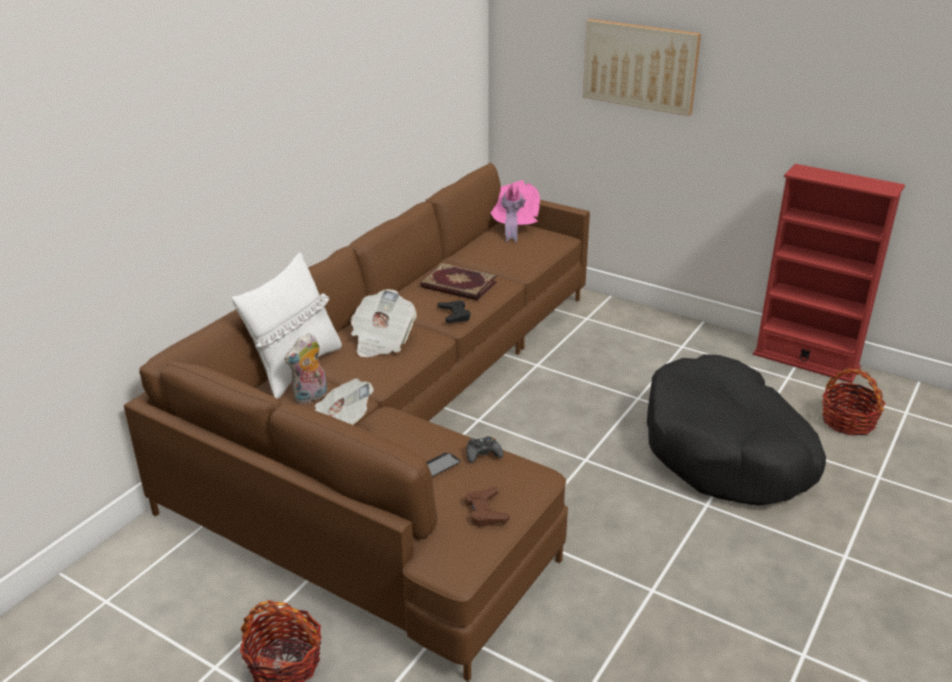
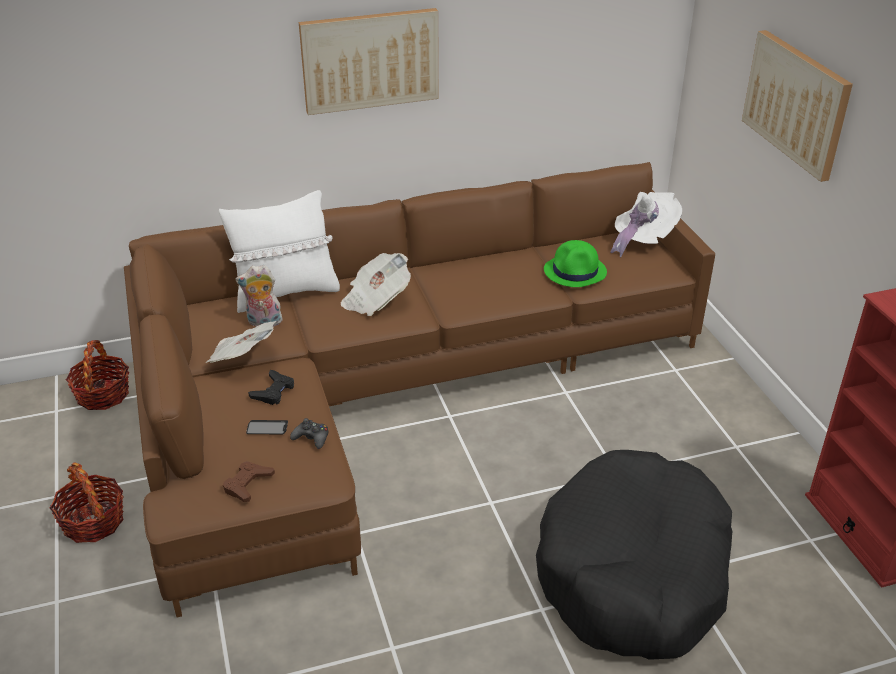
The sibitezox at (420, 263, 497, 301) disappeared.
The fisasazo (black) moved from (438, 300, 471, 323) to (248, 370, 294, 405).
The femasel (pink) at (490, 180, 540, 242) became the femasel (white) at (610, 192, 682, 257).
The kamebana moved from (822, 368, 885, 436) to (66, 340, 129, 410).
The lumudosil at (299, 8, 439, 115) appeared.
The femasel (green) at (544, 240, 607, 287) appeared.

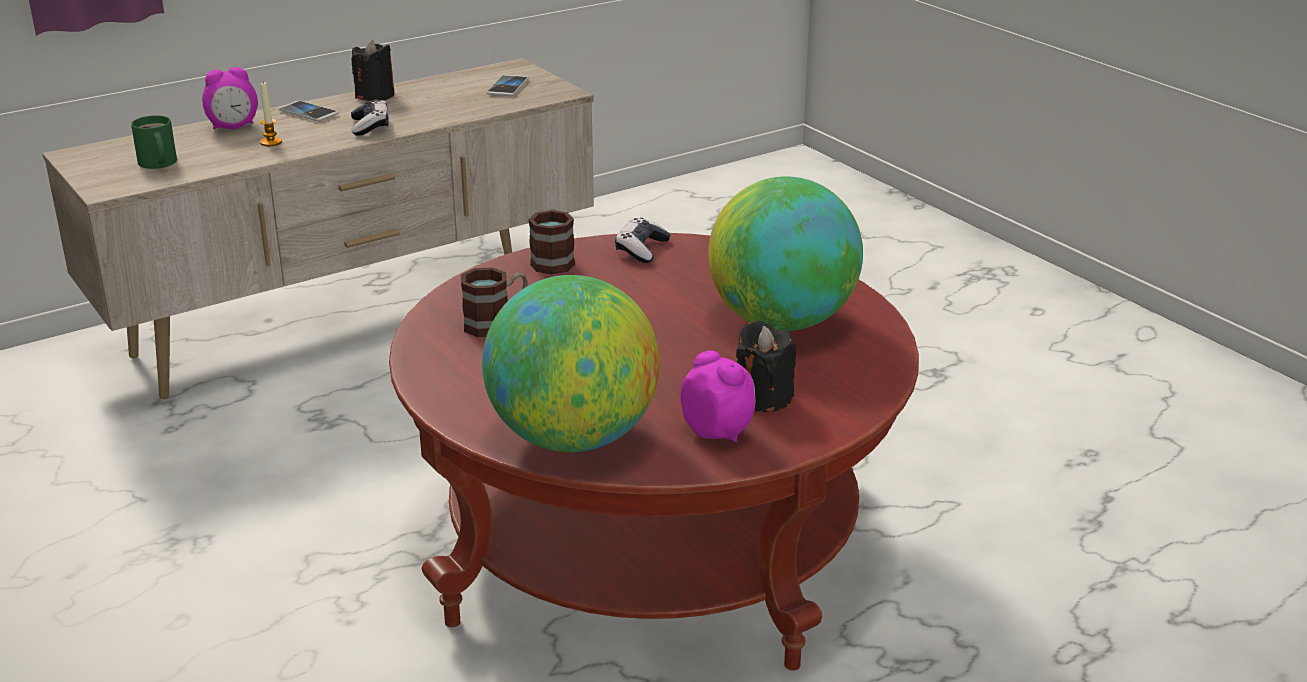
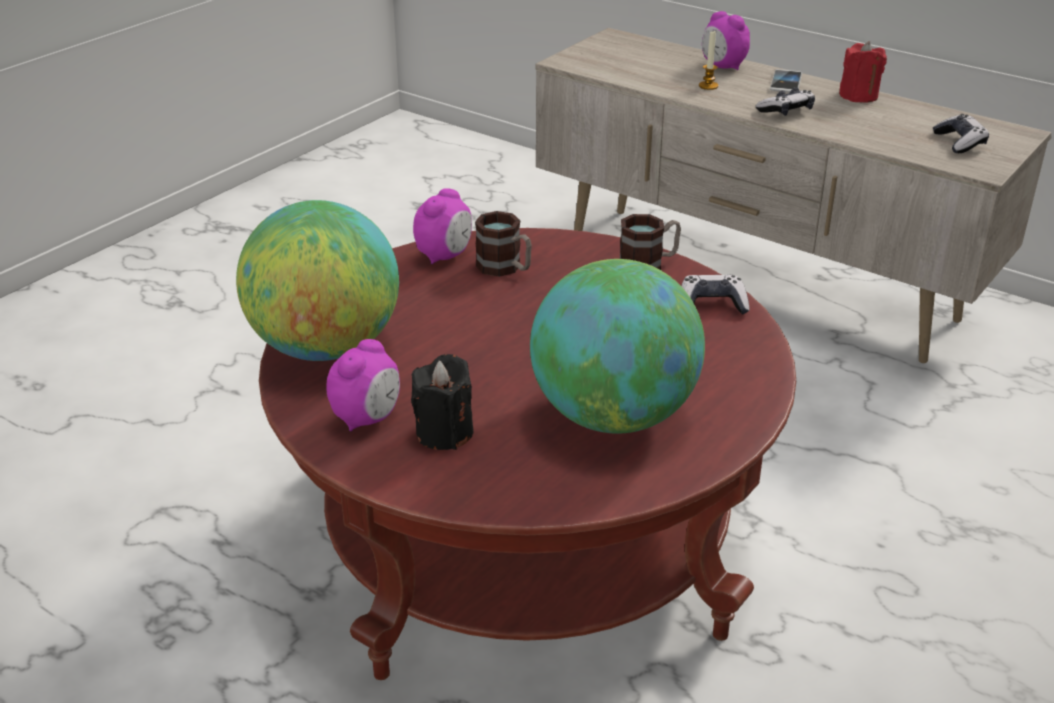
The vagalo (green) at (131, 115, 177, 169) disappeared.
The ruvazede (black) at (352, 39, 395, 101) became the ruvazede (red) at (839, 41, 887, 103).
The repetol at (487, 75, 529, 96) was replaced by the fisasazo at (933, 114, 989, 153).
The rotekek at (413, 188, 472, 264) appeared.

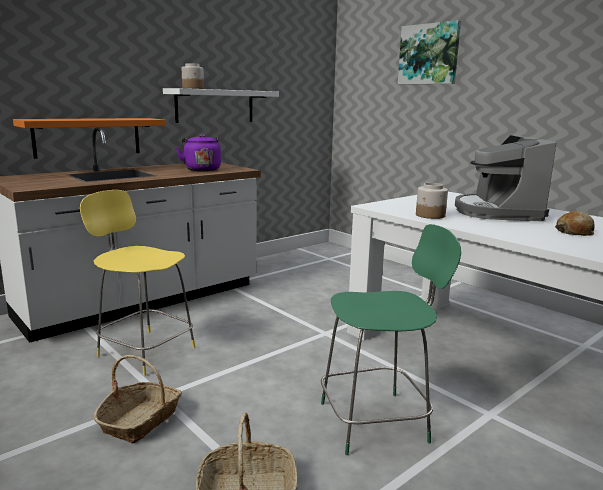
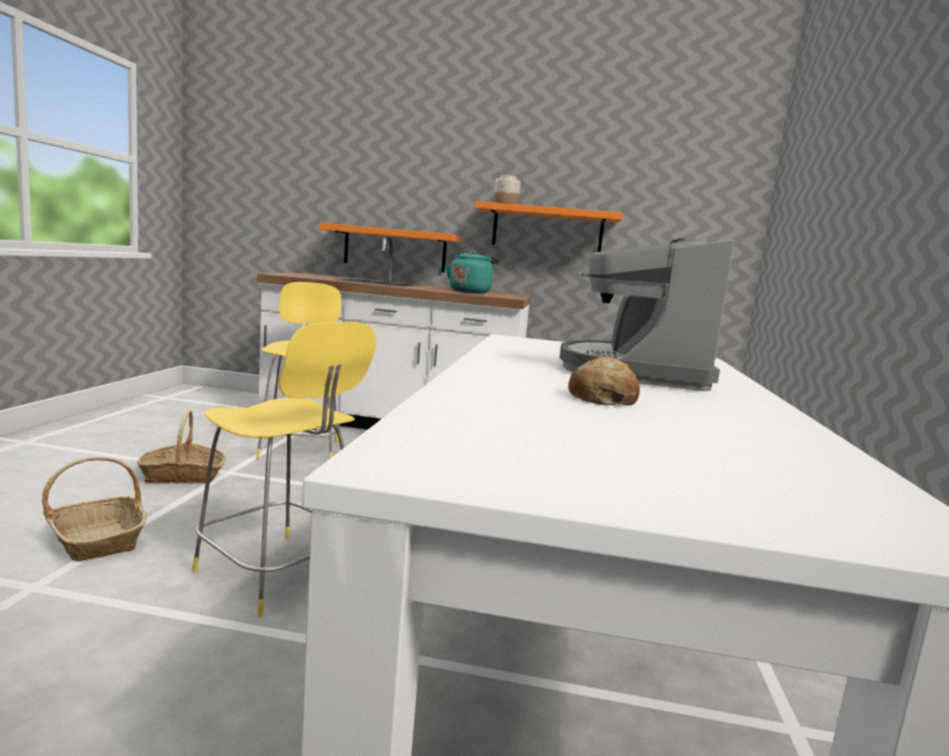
The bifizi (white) at (163, 88, 279, 123) became the bifizi (orange) at (475, 201, 623, 252).
The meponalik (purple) at (176, 134, 221, 171) became the meponalik (turquoise) at (445, 251, 500, 294).
The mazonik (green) at (321, 224, 461, 455) became the mazonik (yellow) at (192, 322, 376, 617).
The lumudosil at (398, 20, 461, 84) disappeared.
The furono at (416, 183, 448, 219) disappeared.
The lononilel at (455, 135, 556, 221) turned 45 degrees counterclockwise.

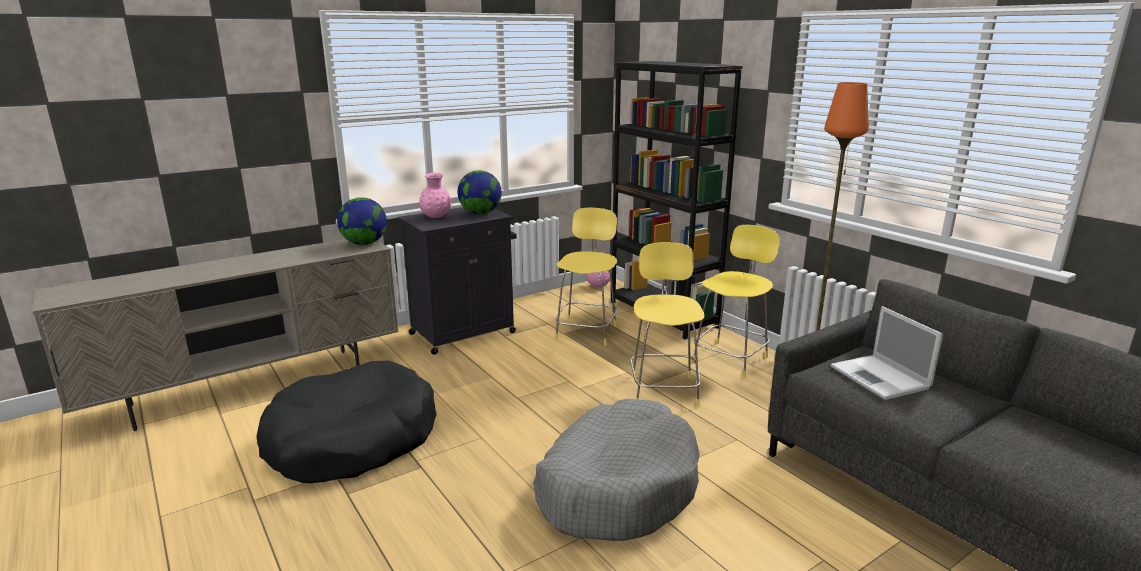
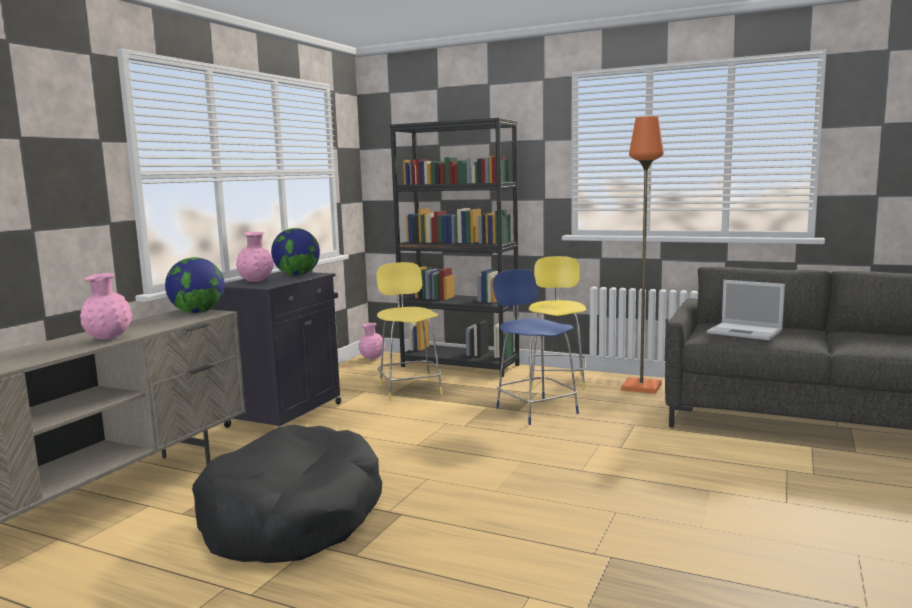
The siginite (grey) at (533, 399, 700, 541) disappeared.
The mazonik (yellow) at (630, 242, 705, 407) became the mazonik (blue) at (493, 269, 579, 425).
The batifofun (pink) at (80, 273, 133, 339) appeared.

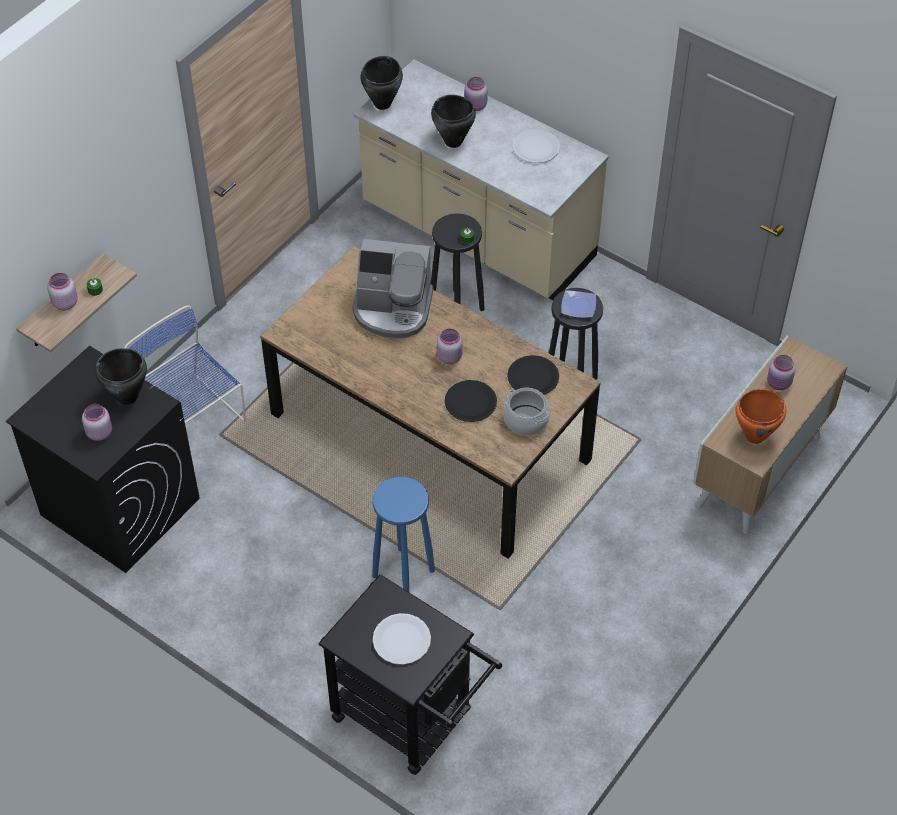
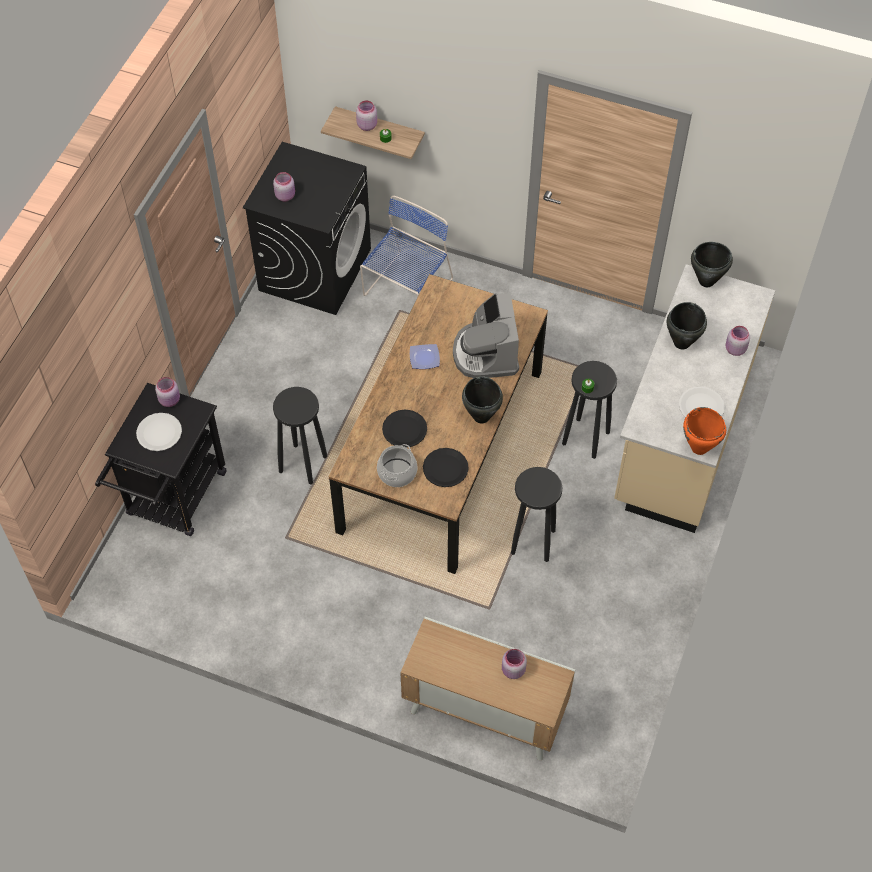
The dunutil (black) moved from (95, 348, 147, 405) to (462, 376, 503, 424).
The mazonik (blue) at (372, 477, 435, 592) became the mazonik (black) at (273, 387, 327, 484).
The furono (pink) moved from (437, 329, 463, 364) to (155, 377, 180, 407).
The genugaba moved from (561, 290, 596, 318) to (410, 344, 440, 369).
The dunutil (orange) moved from (736, 389, 786, 444) to (683, 407, 726, 455).

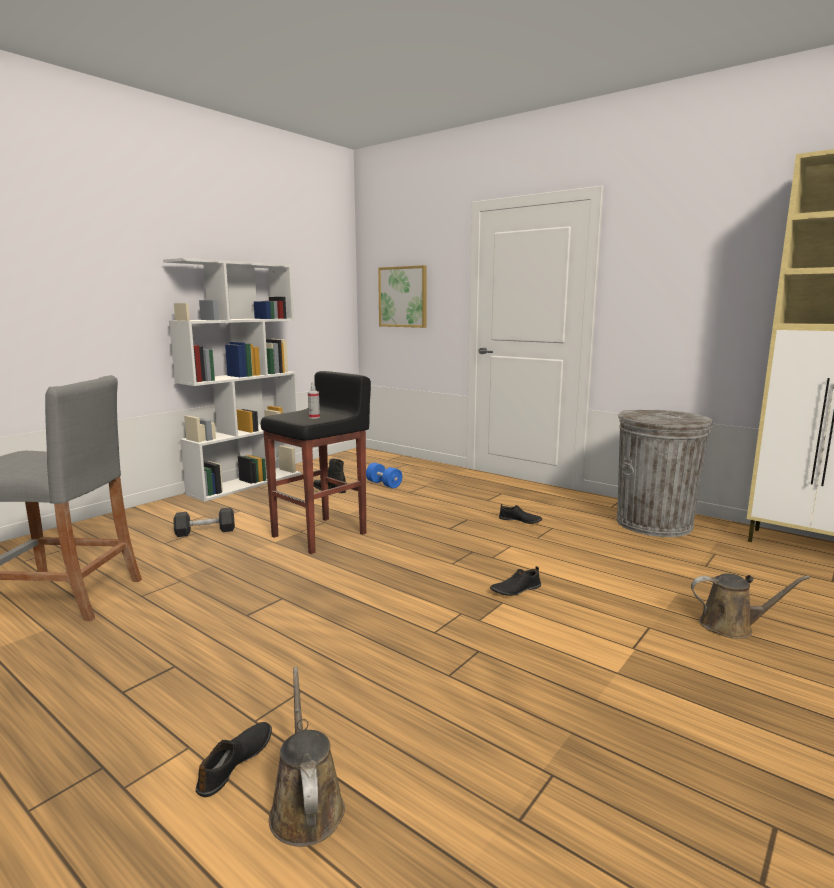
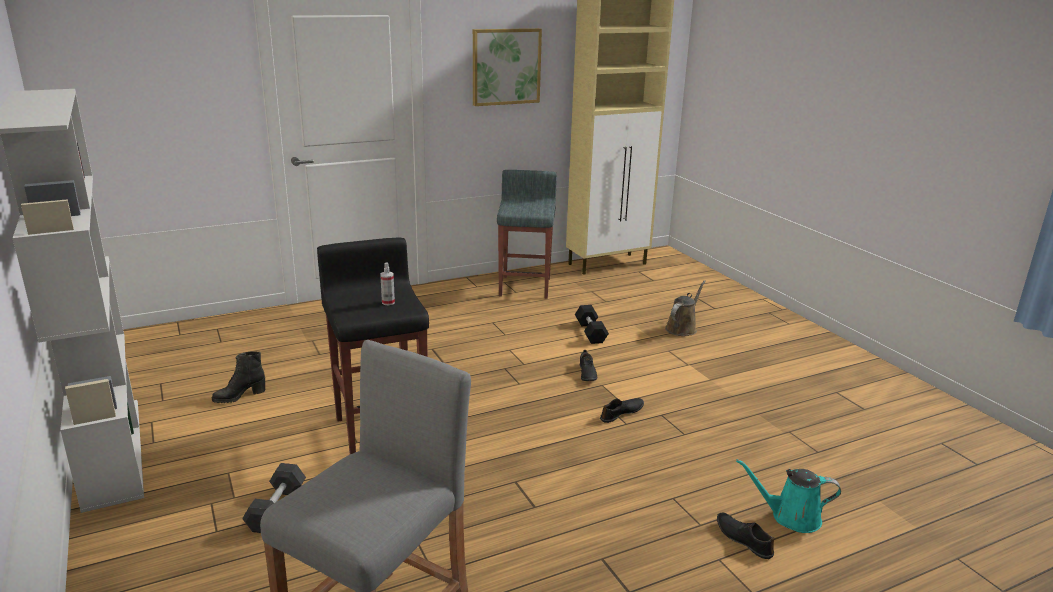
The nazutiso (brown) at (269, 667, 345, 847) became the nazutiso (turquoise) at (736, 459, 841, 533).
The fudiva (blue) at (366, 463, 402, 488) disappeared.
The lumudosil moved from (378, 265, 427, 328) to (473, 28, 542, 106).
The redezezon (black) moved from (499, 504, 542, 524) to (600, 398, 644, 423).
The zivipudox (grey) at (616, 410, 712, 537) was replaced by the mazonik (grey) at (497, 170, 557, 299).
The fudiva (black) at (575, 305, 609, 344) appeared.

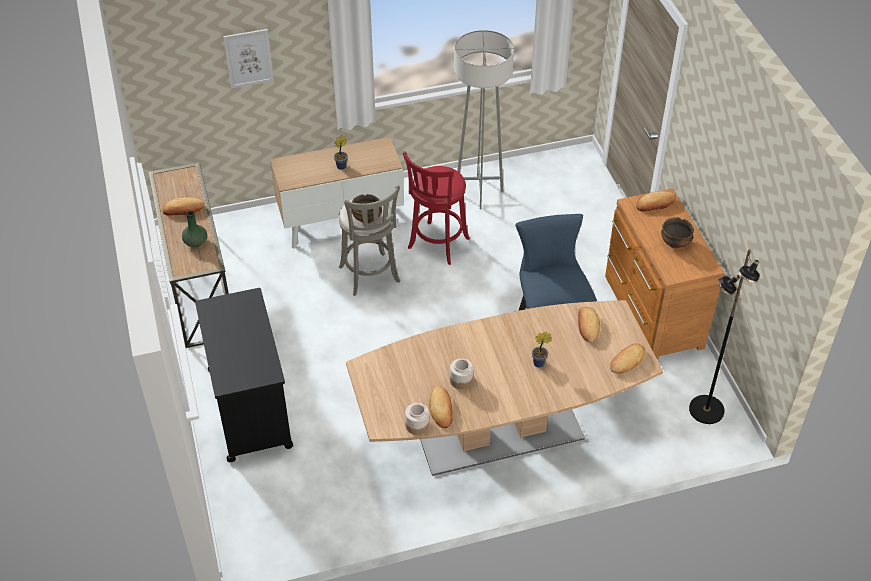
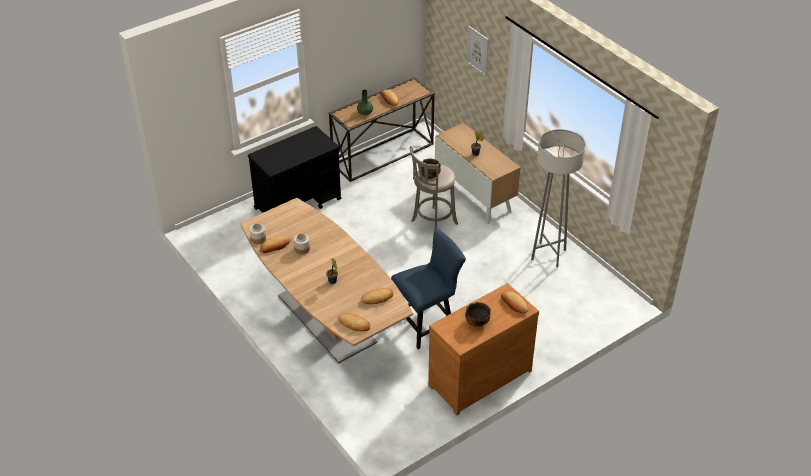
The mazonik (red) at (403, 151, 470, 265) disappeared.
The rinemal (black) at (689, 249, 759, 424) disappeared.

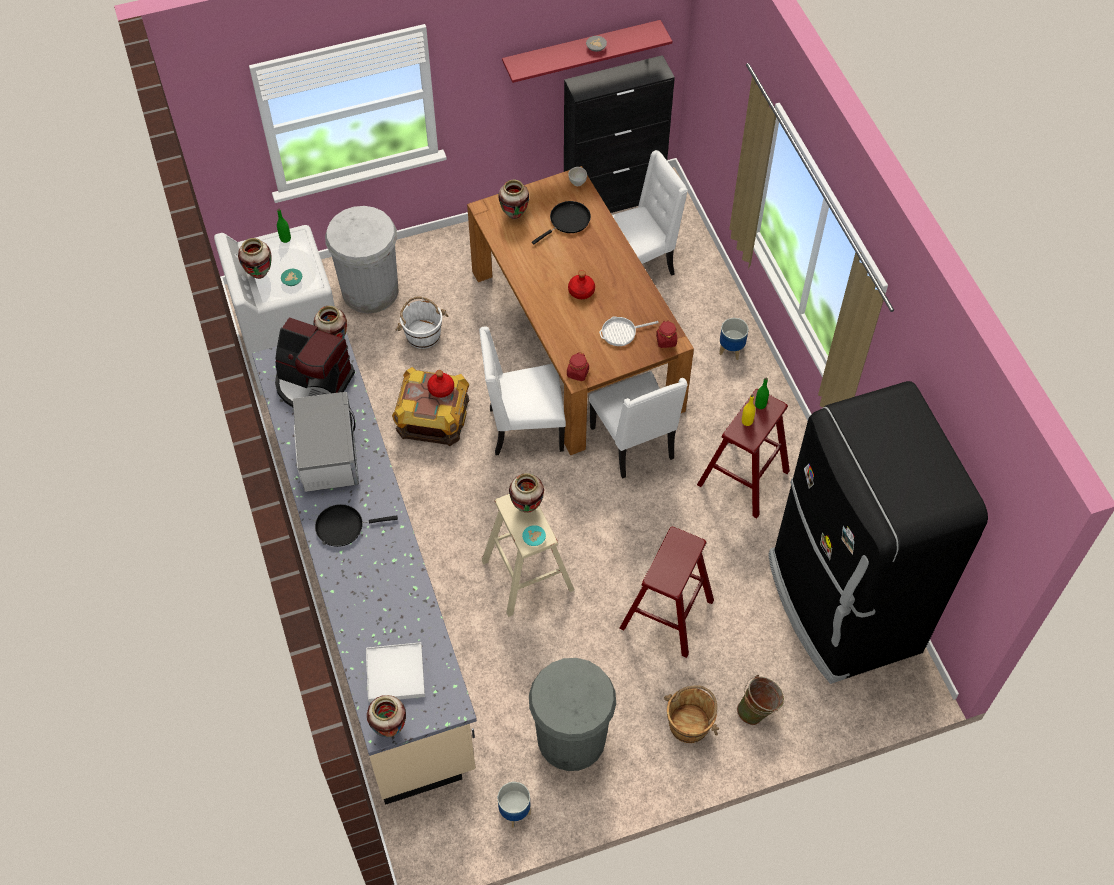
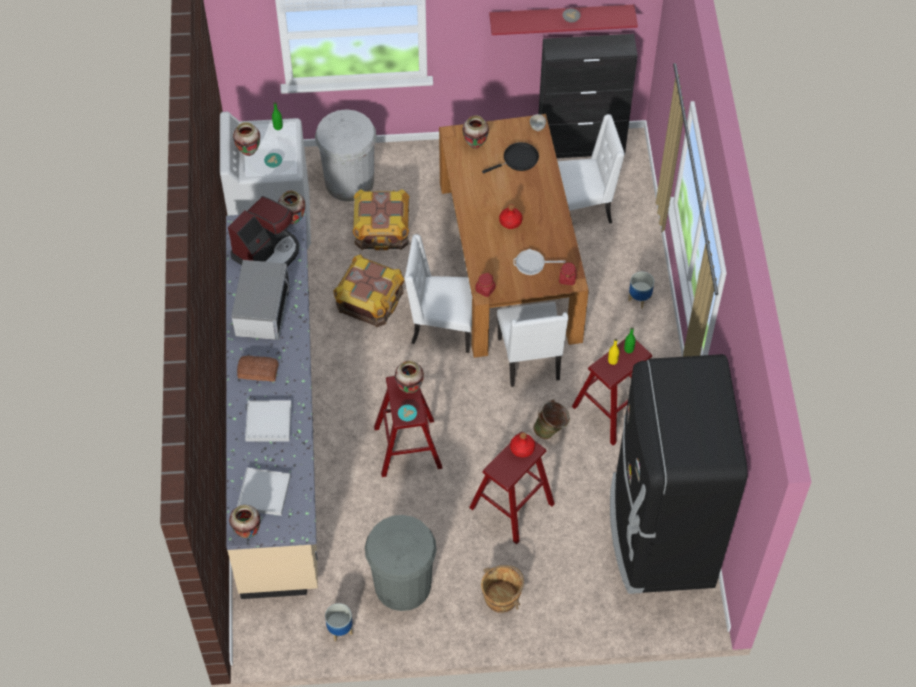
The lononilel at (275, 317, 355, 407) turned 90 degrees counterclockwise.
The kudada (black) at (315, 504, 398, 547) was replaced by the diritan at (237, 356, 279, 381).
The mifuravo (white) at (396, 296, 448, 349) was replaced by the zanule at (352, 189, 410, 250).
The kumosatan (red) moved from (427, 370, 454, 398) to (510, 432, 535, 458).
The mazonik (beige) at (481, 494, 574, 617) became the mazonik (red) at (374, 376, 442, 477).
The mifuravo (green) moved from (737, 675, 784, 725) to (533, 399, 570, 439).
The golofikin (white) at (245, 400, 292, 442) appeared.

